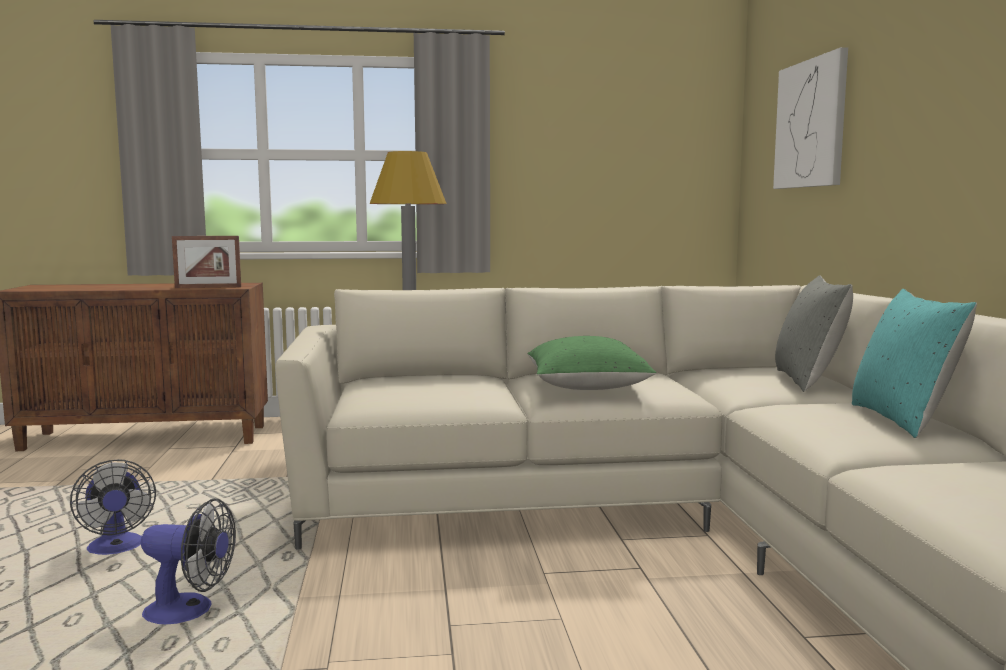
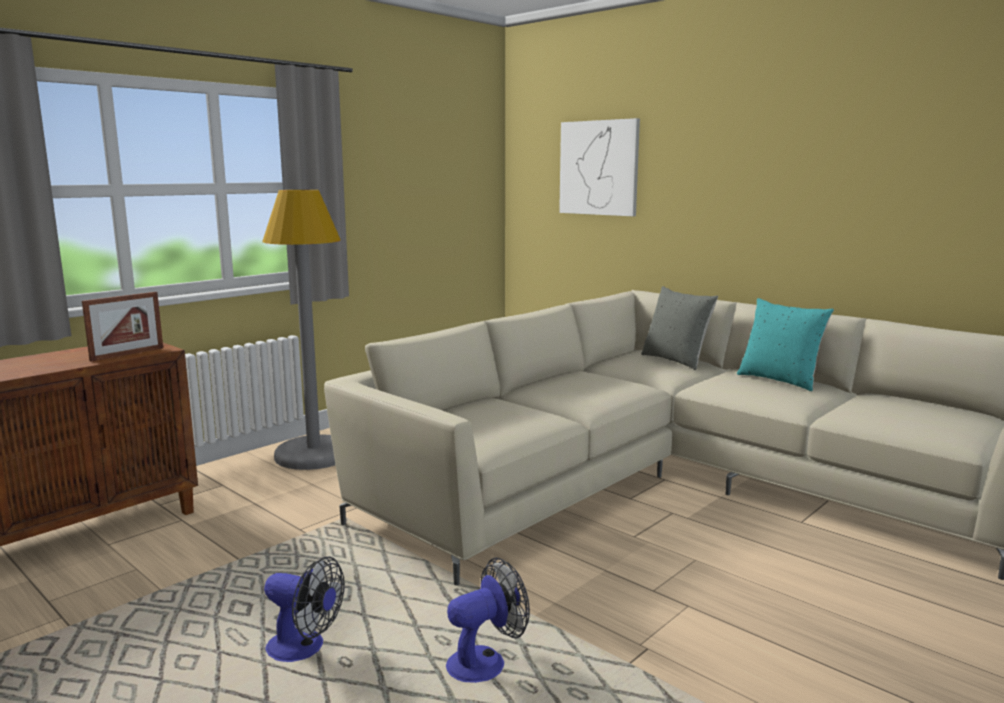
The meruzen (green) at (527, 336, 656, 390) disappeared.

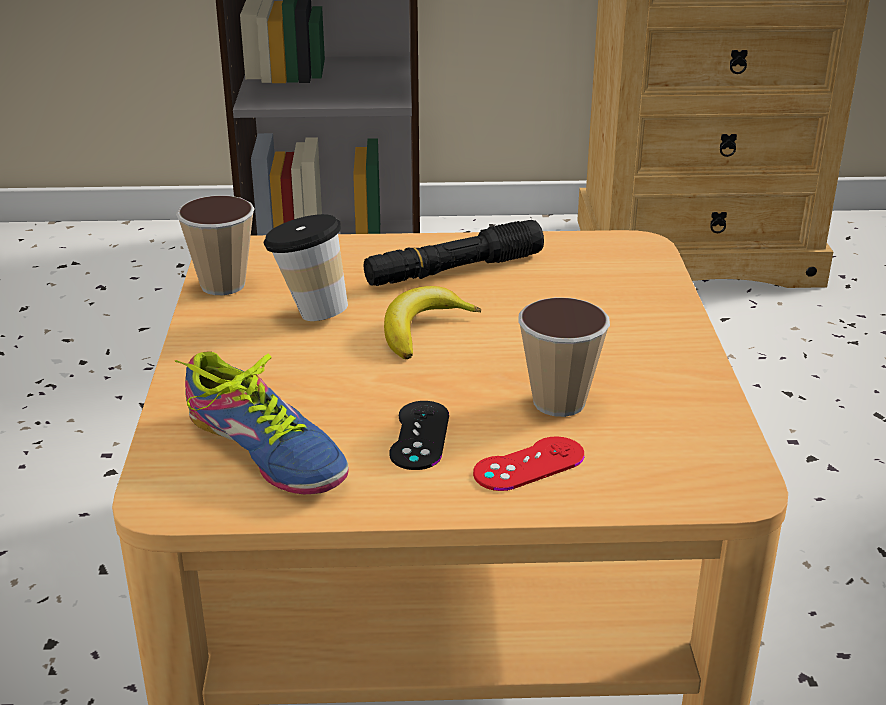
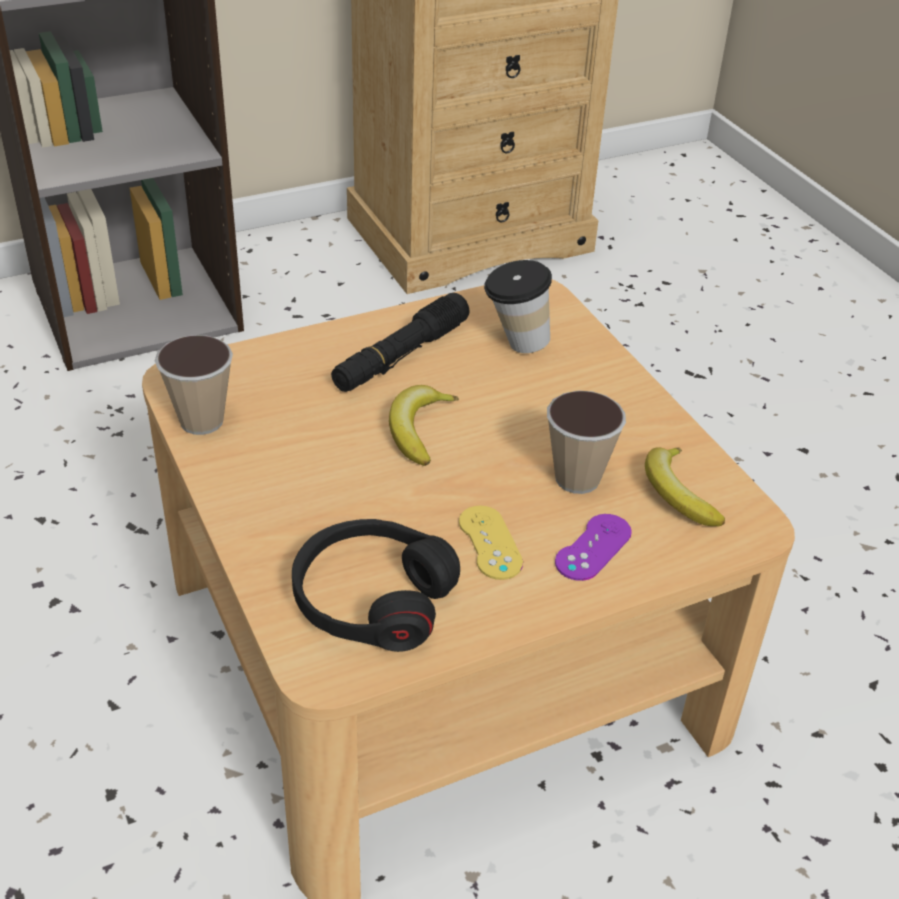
The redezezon at (175, 351, 349, 494) was replaced by the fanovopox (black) at (292, 519, 460, 652).
The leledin moved from (264, 214, 348, 321) to (484, 260, 552, 353).
The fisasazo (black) at (389, 401, 449, 470) became the fisasazo (yellow) at (459, 506, 523, 580).
The fisasazo (red) at (473, 436, 585, 491) became the fisasazo (purple) at (555, 514, 632, 581).
The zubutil at (645, 447, 725, 526) appeared.

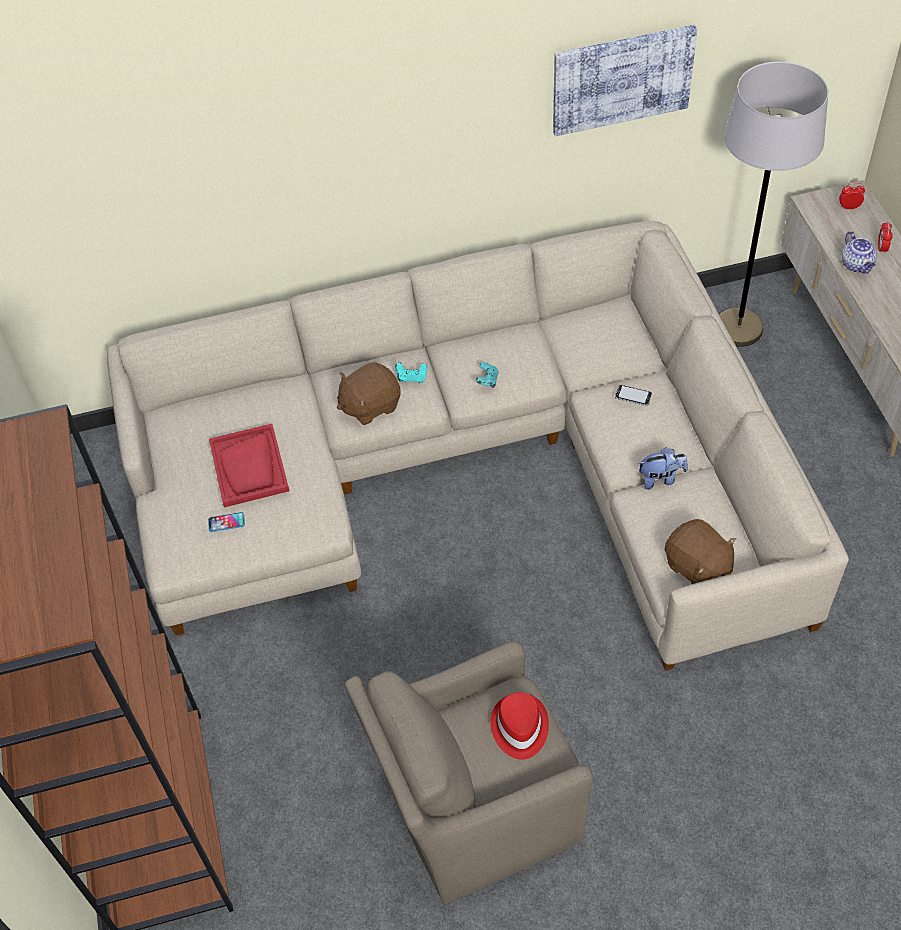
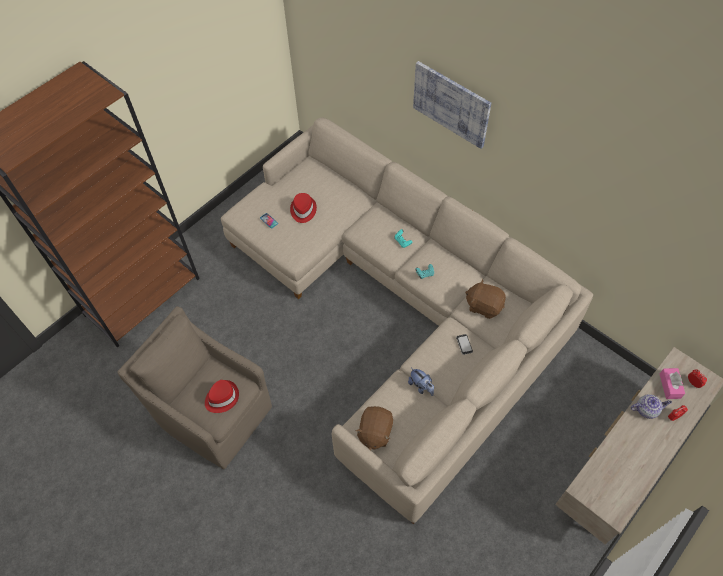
The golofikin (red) at (209, 424, 289, 508) was replaced by the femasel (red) at (290, 193, 317, 223).
The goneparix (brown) moved from (337, 362, 400, 425) to (465, 279, 506, 319).
The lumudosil moved from (553, 25, 697, 136) to (413, 61, 491, 149).
The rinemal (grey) at (719, 61, 829, 347) disappeared.
The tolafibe at (842, 231, 877, 274) turned 135 degrees counterclockwise.
The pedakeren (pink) at (660, 368, 685, 399) appeared.

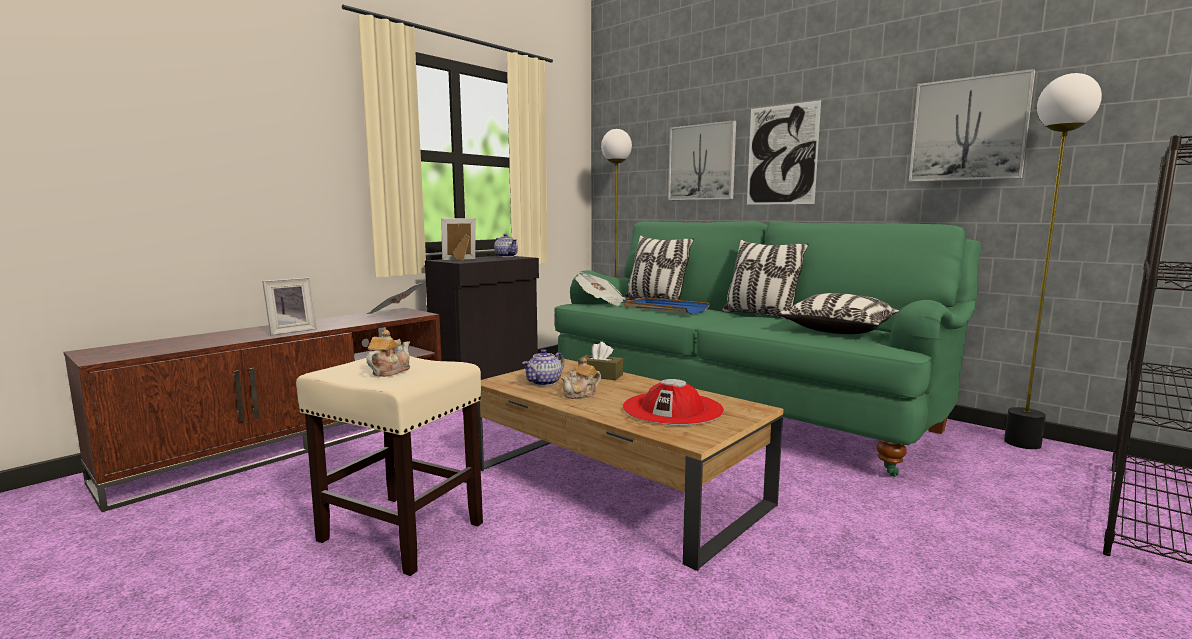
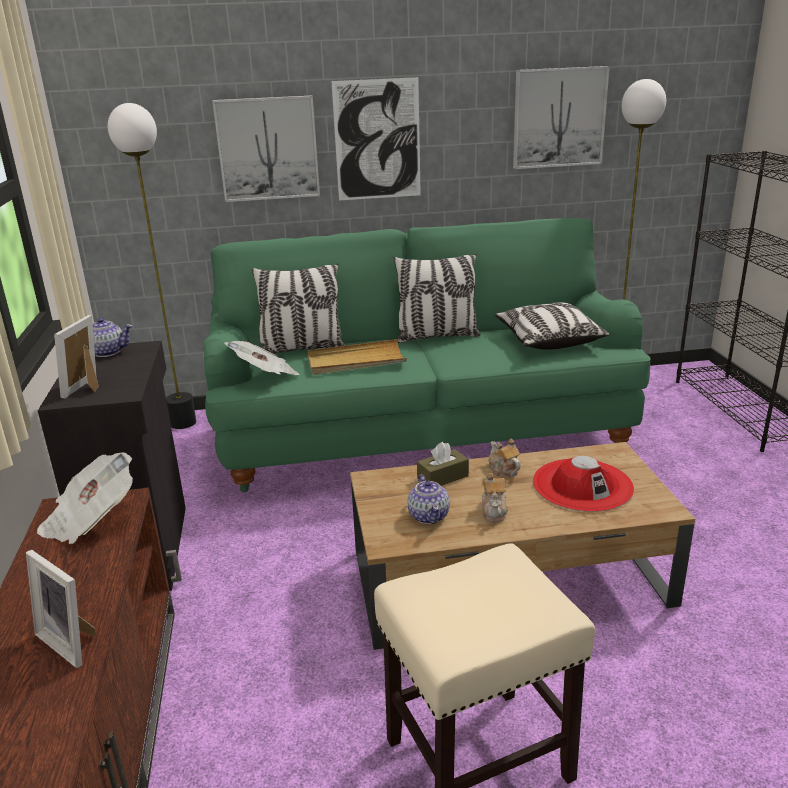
The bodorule at (262, 277, 317, 335) turned 135 degrees clockwise.
The tolafibe moved from (366, 330, 410, 377) to (488, 439, 521, 478).
The golofikin (blue) at (623, 297, 710, 314) became the golofikin (beige) at (308, 339, 407, 375).

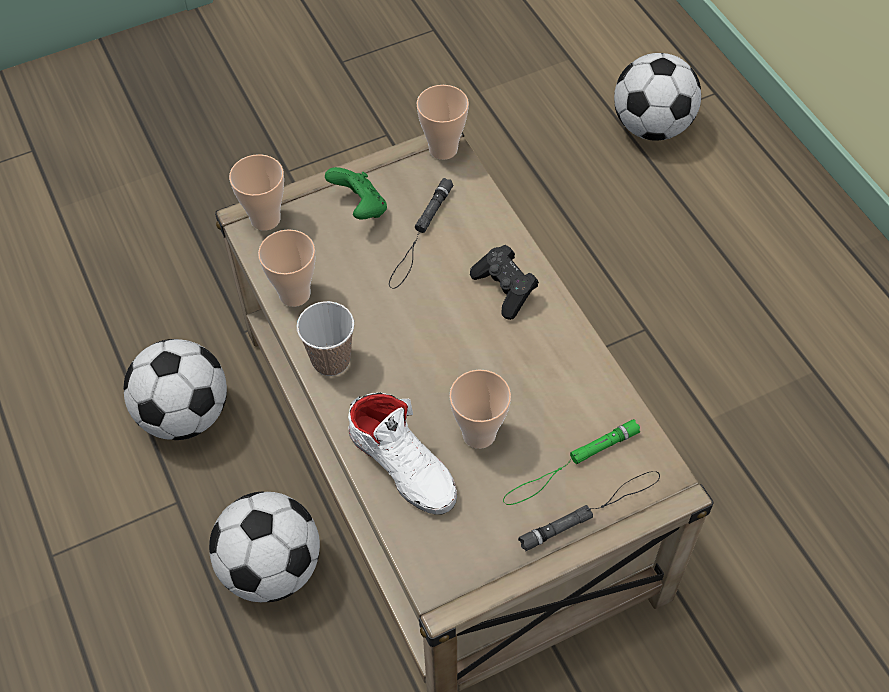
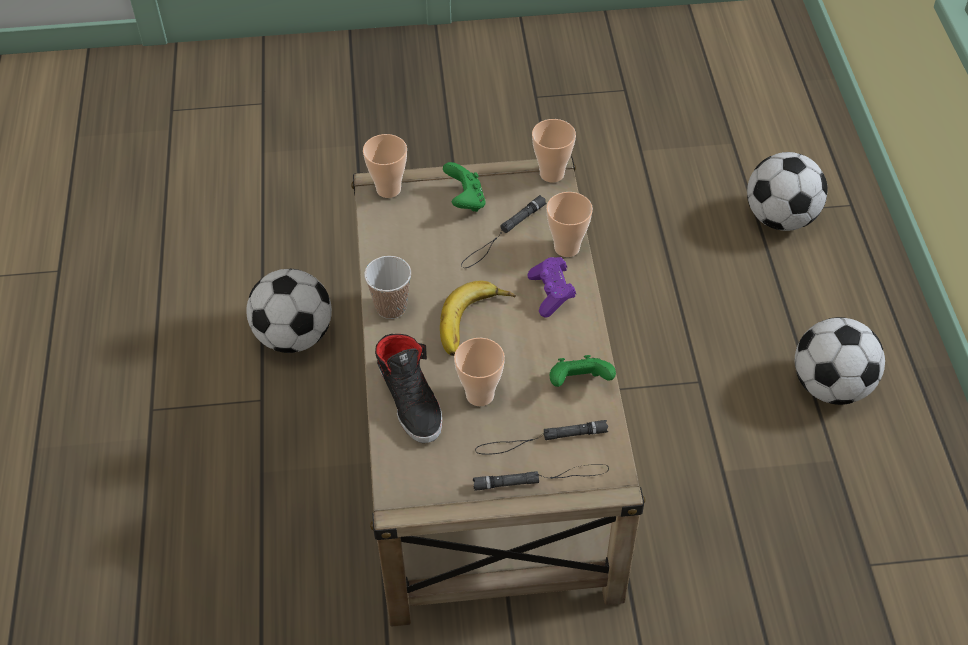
The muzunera moved from (209, 492, 320, 602) to (795, 317, 885, 405).
The leledin moved from (258, 229, 315, 307) to (546, 192, 593, 257).
The redezezon (white) at (348, 392, 457, 515) became the redezezon (black) at (375, 334, 442, 443).
The fisasazo (black) at (470, 245, 539, 320) became the fisasazo (purple) at (528, 257, 576, 318).
The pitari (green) at (503, 419, 640, 505) became the pitari (black) at (475, 420, 608, 455).
The zubutil at (440, 281, 516, 356) appeared.
The fisasazo (green) at (550, 355, 616, 387) appeared.

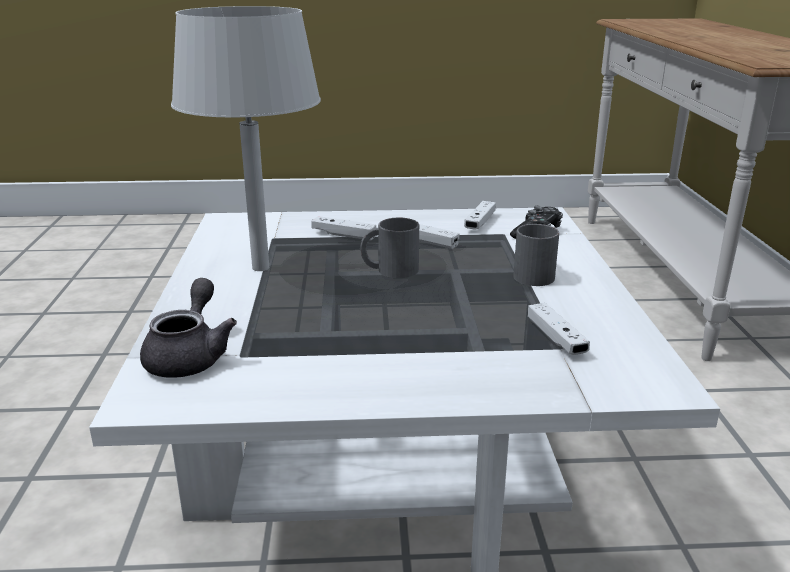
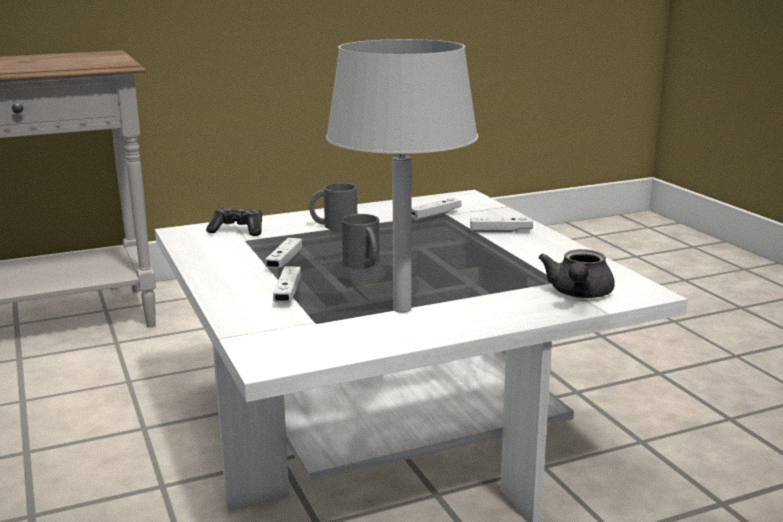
The tolafibe (grey) at (140, 278, 237, 378) turned 60 degrees counterclockwise.
The fisasazo (white) moved from (464, 201, 496, 229) to (470, 217, 533, 233).

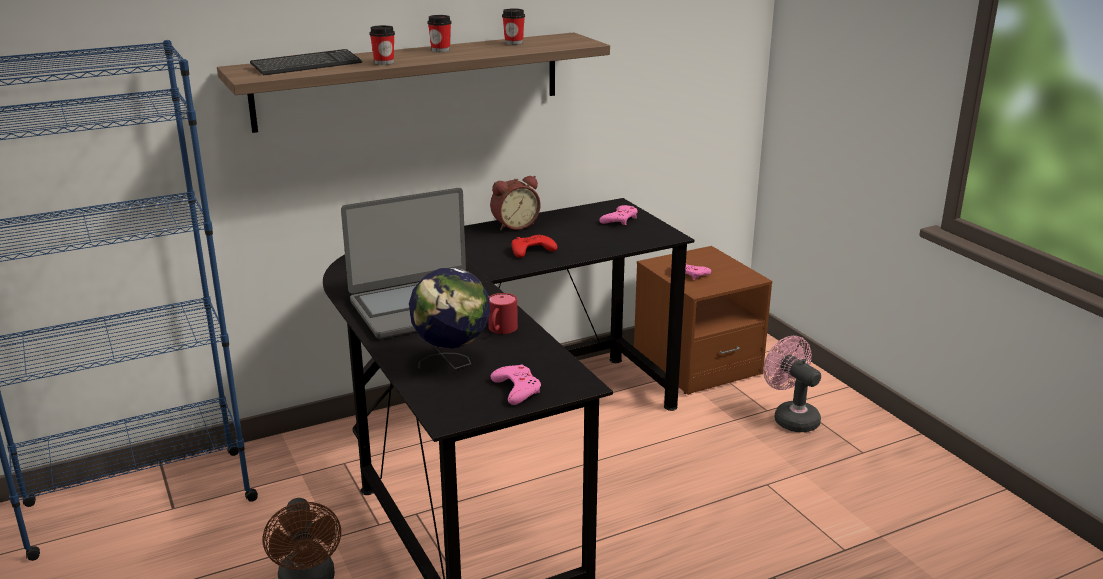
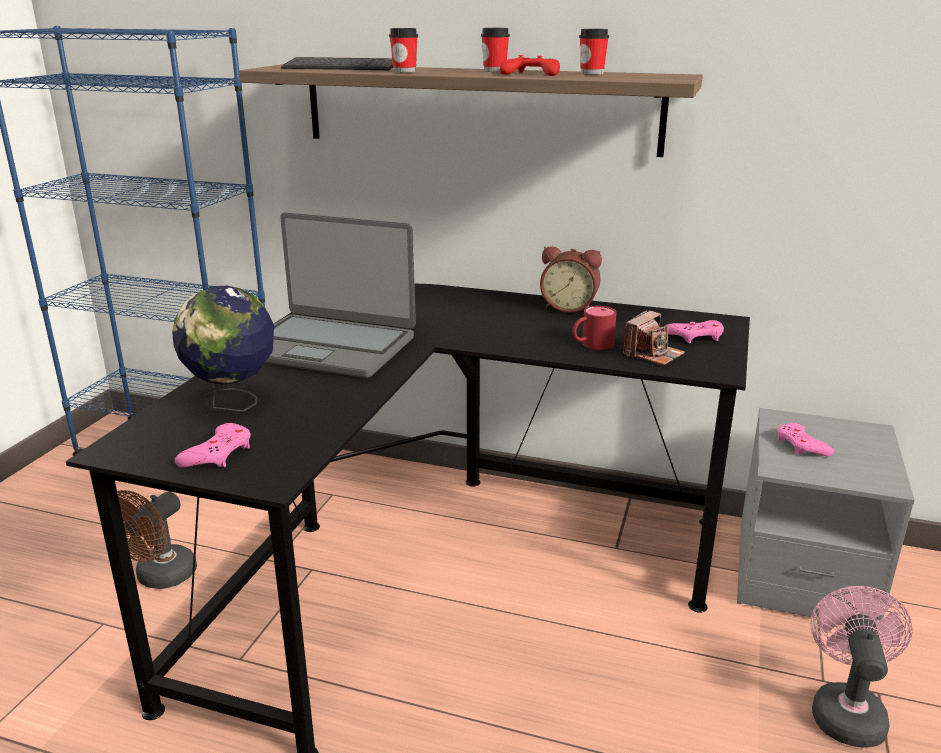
The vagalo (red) moved from (488, 293, 518, 334) to (572, 306, 617, 350).
The fisasazo (red) moved from (512, 235, 557, 258) to (500, 55, 560, 76).
The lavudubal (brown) at (634, 246, 772, 395) became the lavudubal (grey) at (737, 408, 915, 620).
The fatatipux at (623, 310, 685, 365) appeared.

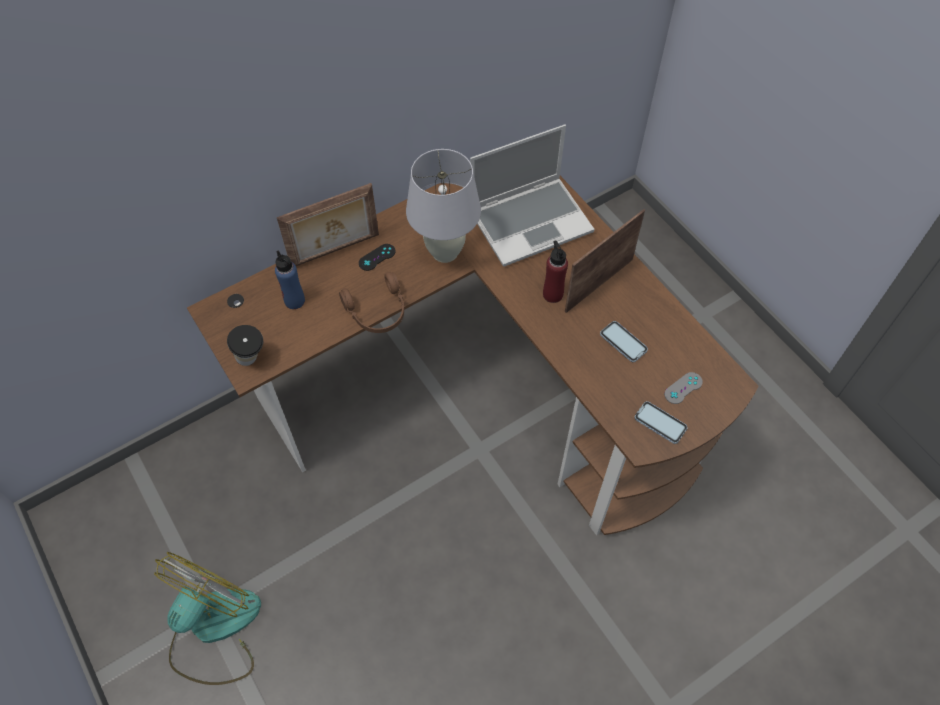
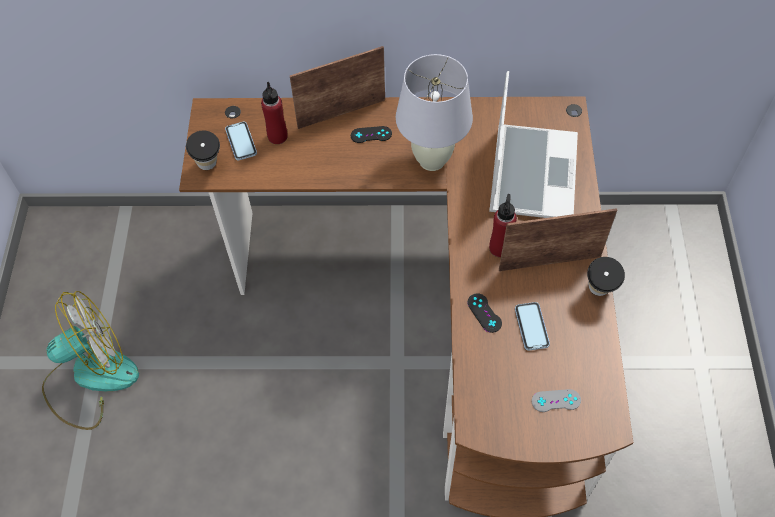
The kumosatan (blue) at (275, 251, 305, 309) became the kumosatan (red) at (261, 82, 288, 144).
The bodorule at (277, 183, 379, 266) turned 150 degrees clockwise.
The fanovopox (brown) at (339, 272, 404, 333) disappeared.
The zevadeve at (470, 124, 595, 267) turned 90 degrees counterclockwise.
The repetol moved from (634, 401, 688, 444) to (225, 122, 257, 160).
The fisasazo (black) at (467, 293, 502, 333) appeared.
The leledin at (587, 257, 625, 296) appeared.

